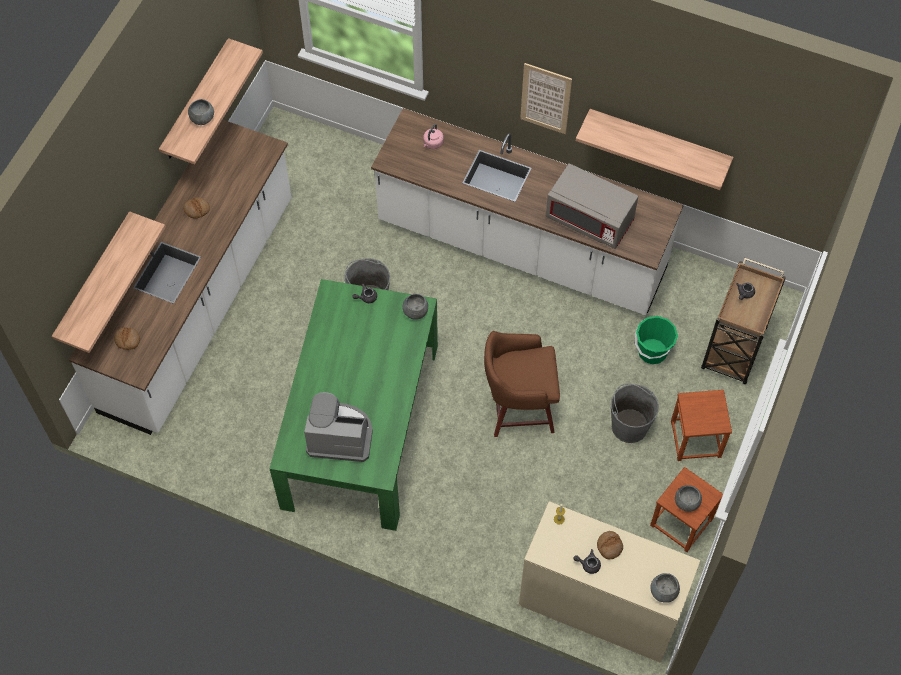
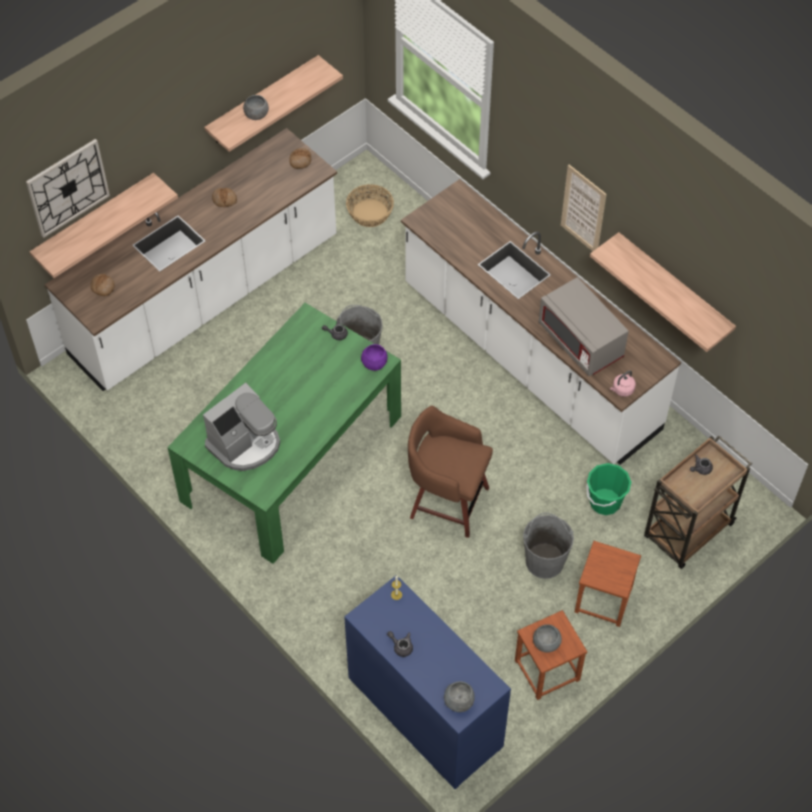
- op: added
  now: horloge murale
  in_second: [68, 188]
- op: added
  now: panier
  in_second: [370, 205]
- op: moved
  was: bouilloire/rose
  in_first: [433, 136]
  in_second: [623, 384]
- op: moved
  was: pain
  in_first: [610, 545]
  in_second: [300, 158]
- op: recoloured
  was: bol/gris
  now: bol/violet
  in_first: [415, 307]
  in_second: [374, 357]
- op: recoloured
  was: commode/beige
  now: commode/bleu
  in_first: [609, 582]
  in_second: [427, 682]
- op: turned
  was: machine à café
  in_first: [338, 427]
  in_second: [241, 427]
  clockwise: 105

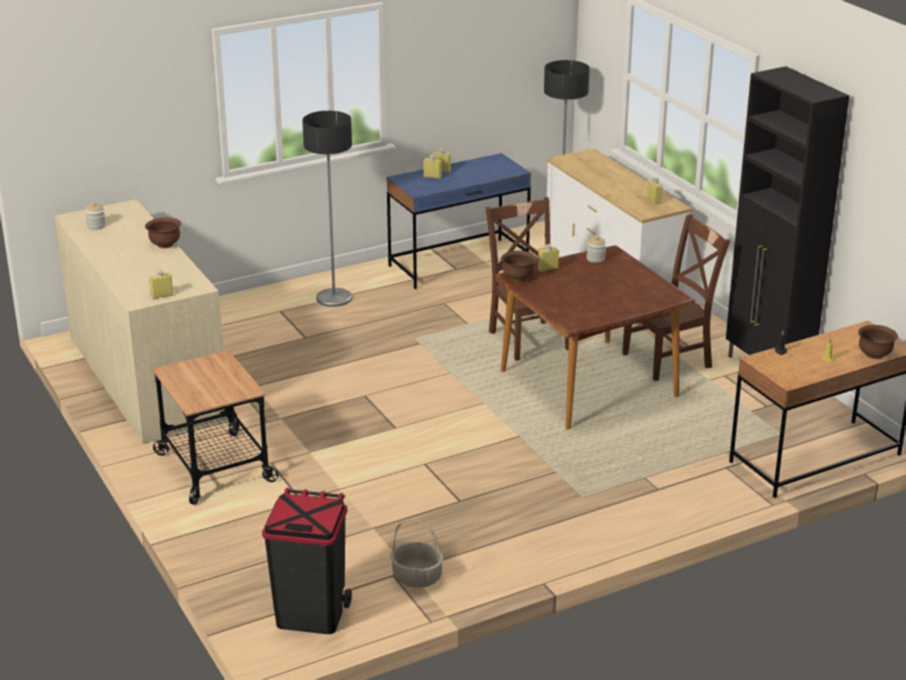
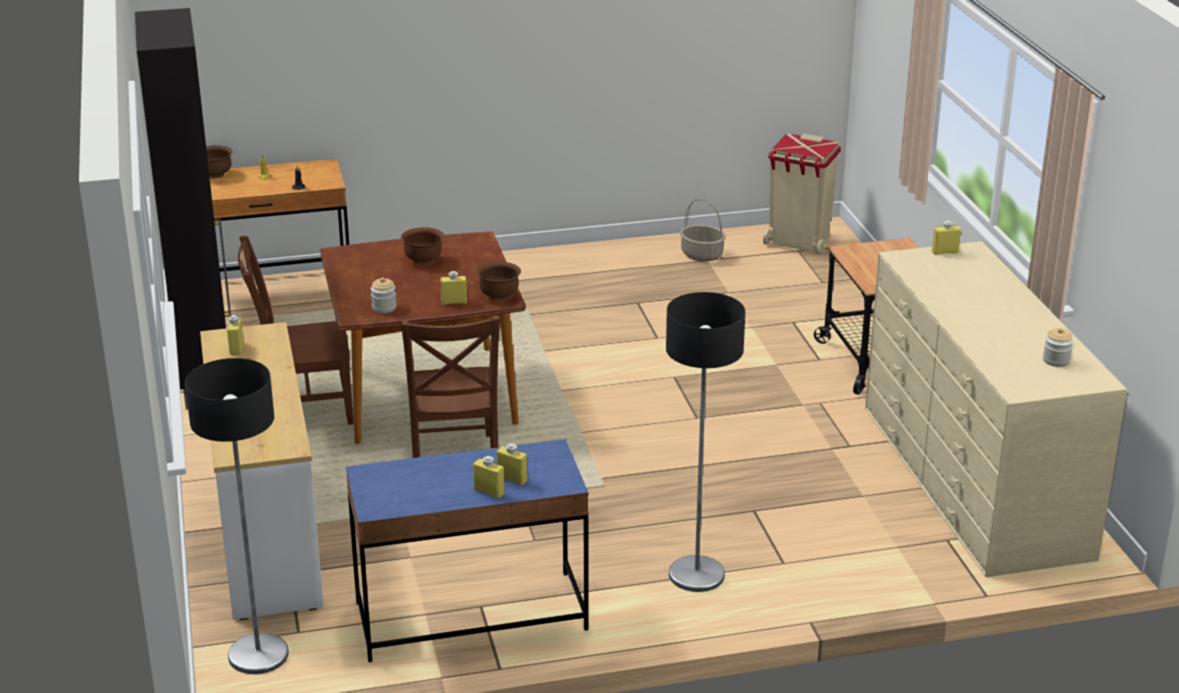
- op: moved
  was: bol/marron
  in_first: [163, 232]
  in_second: [422, 246]
- op: recoloured
  was: poubelle/noir
  now: poubelle/beige
  in_first: [307, 561]
  in_second: [802, 194]

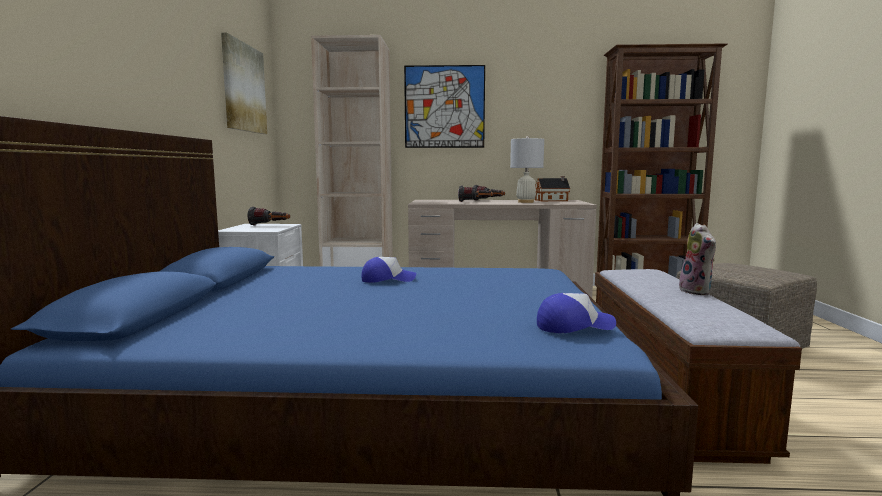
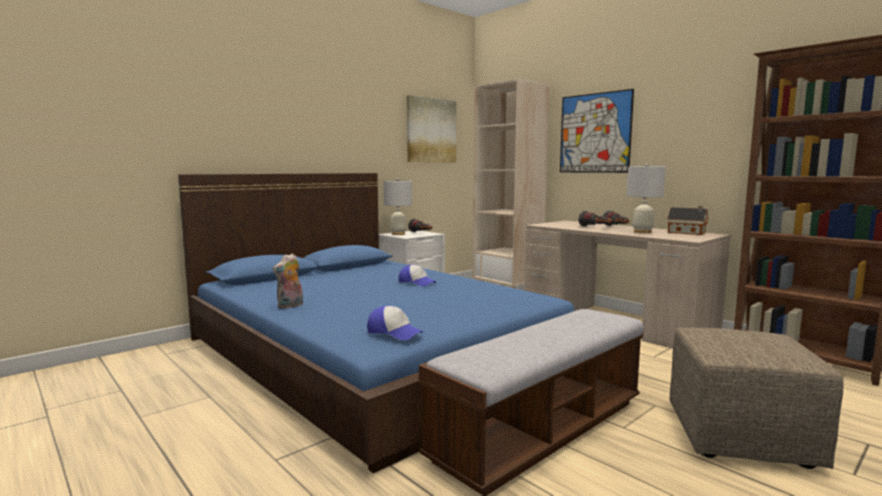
- op: added
  now: lampe de table/blanc
  in_second: [397, 206]
- op: moved
  was: peluche
  in_first: [697, 259]
  in_second: [288, 281]

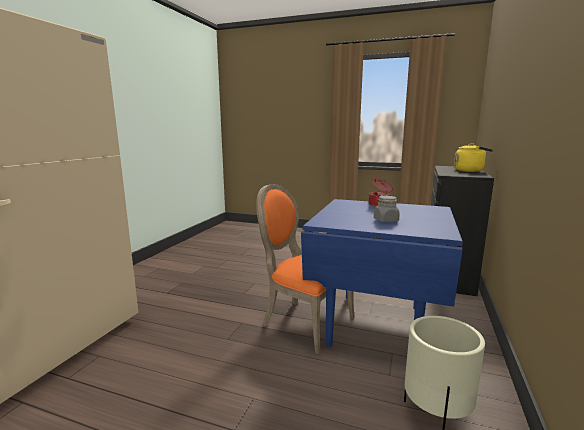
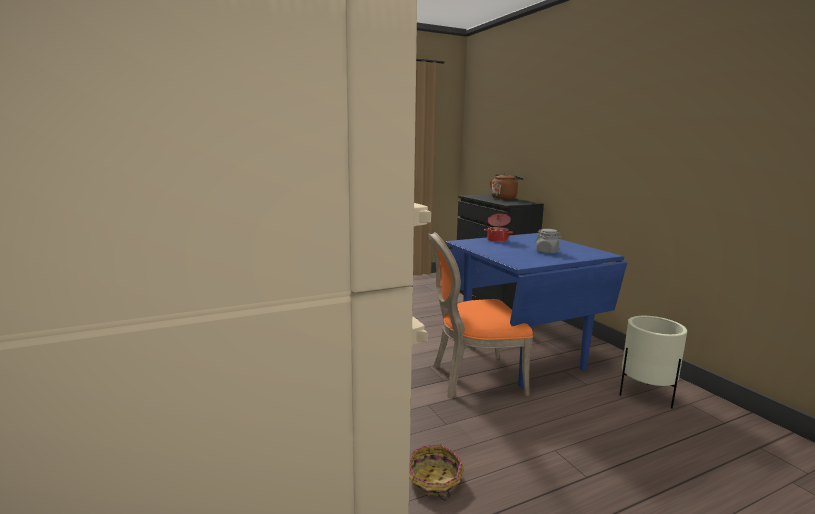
- op: added
  now: panier
  in_second: [436, 473]
- op: recoloured
  was: bouilloire/jaune
  now: bouilloire/marron
  in_first: [473, 157]
  in_second: [506, 186]

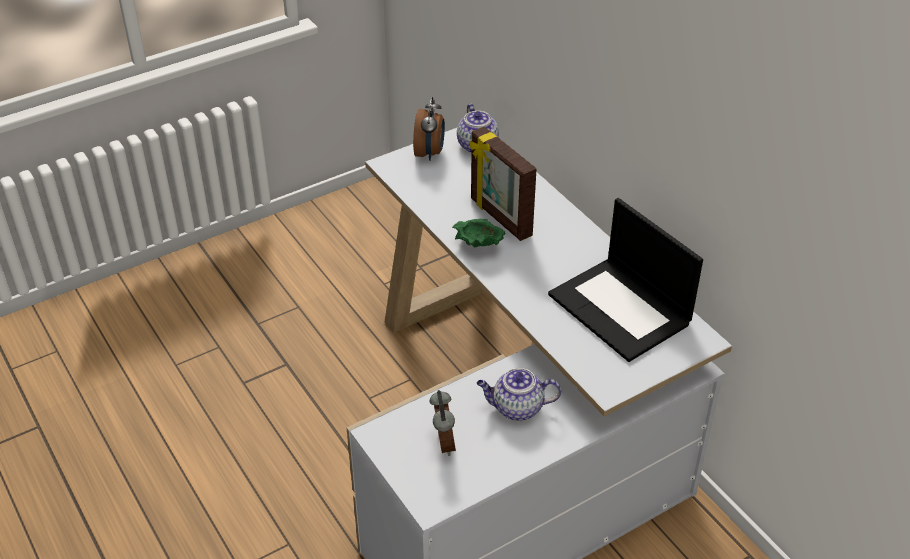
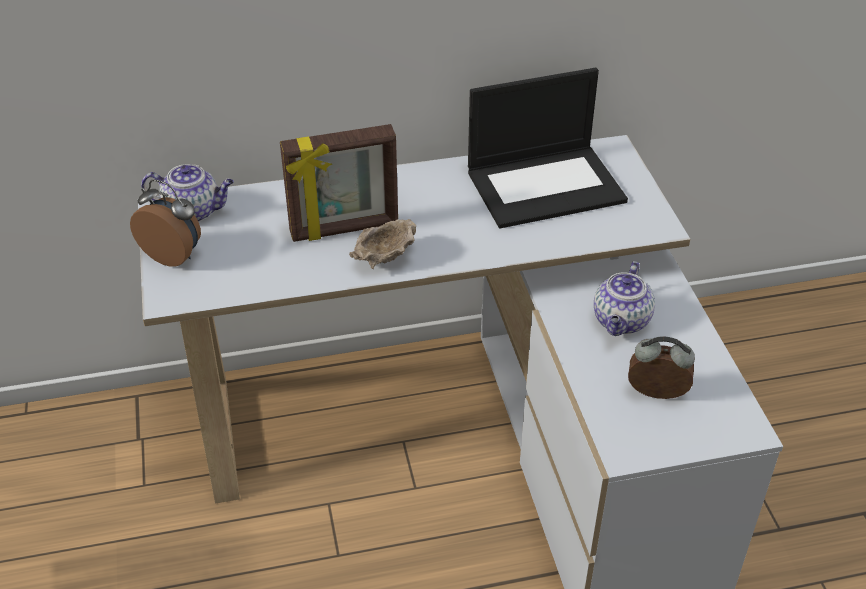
- op: recoloured
  was: bol/vert
  now: bol/beige
  in_first: [478, 233]
  in_second: [383, 244]

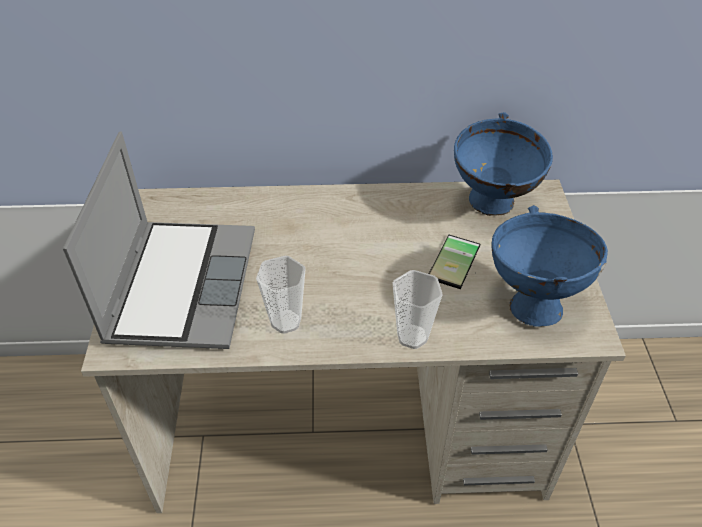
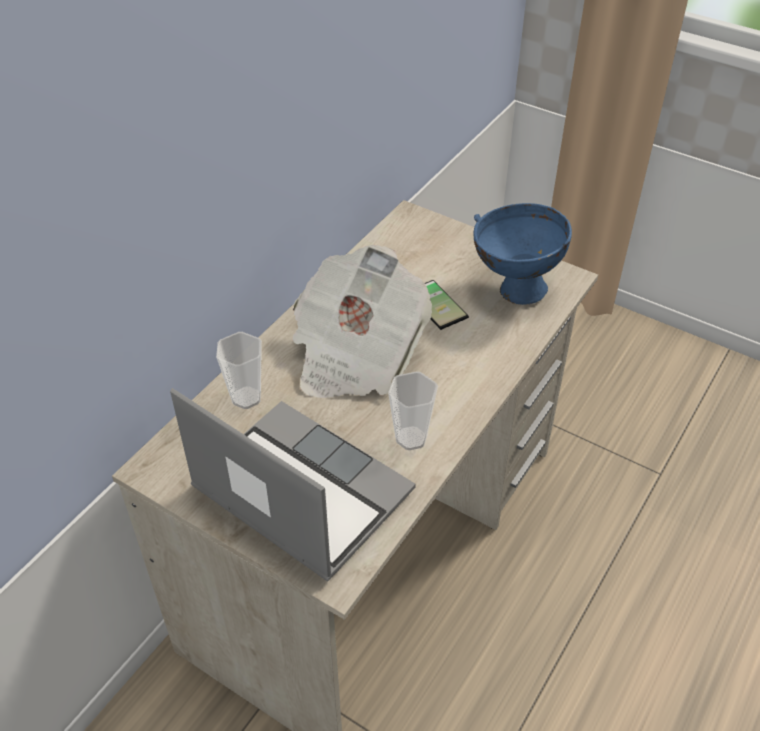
- op: removed
  was: bol/bleu
  in_first: [503, 164]
- op: added
  now: journal
  in_second: [362, 321]
- op: moved
  was: tasse
  in_first: [418, 309]
  in_second: [239, 370]

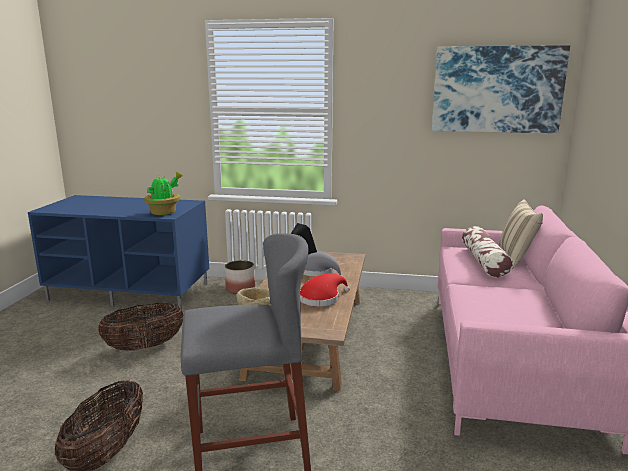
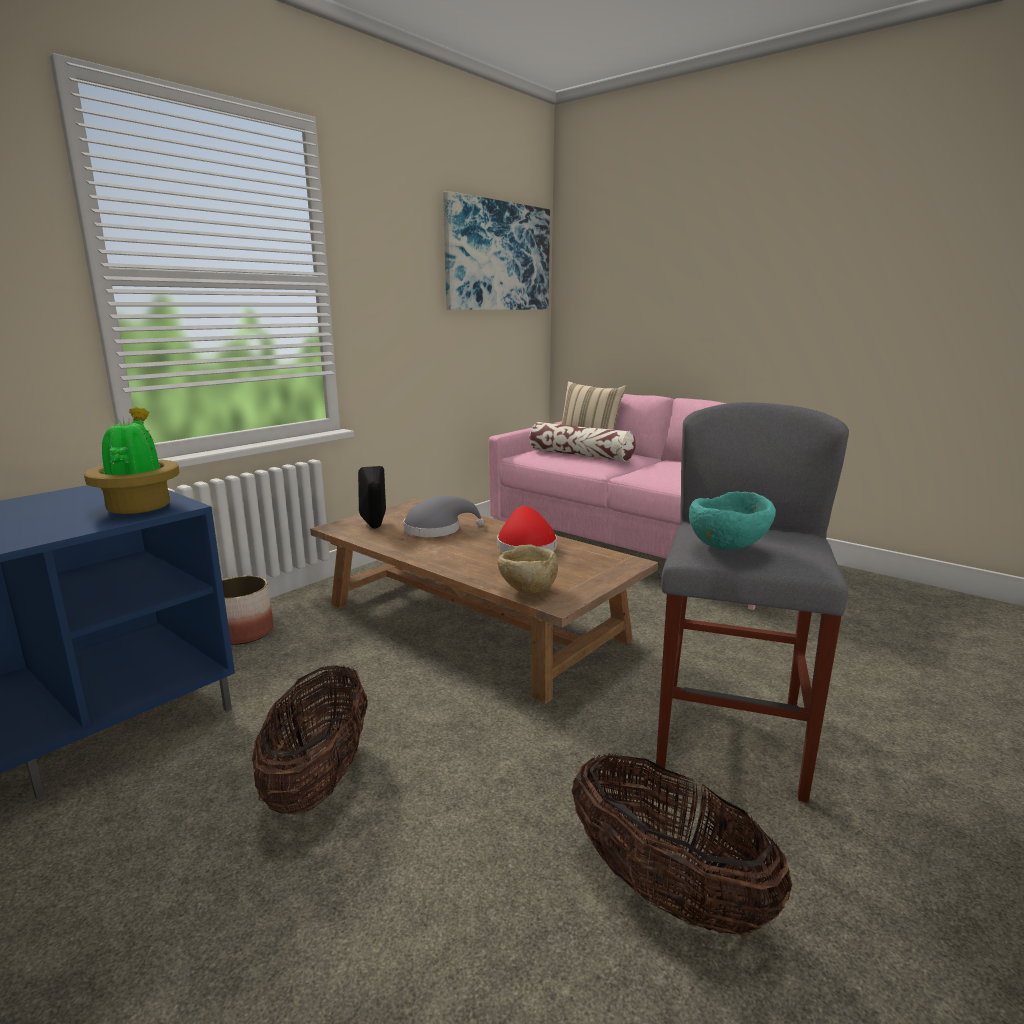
- op: added
  now: bol/turquoise
  in_second: [732, 520]

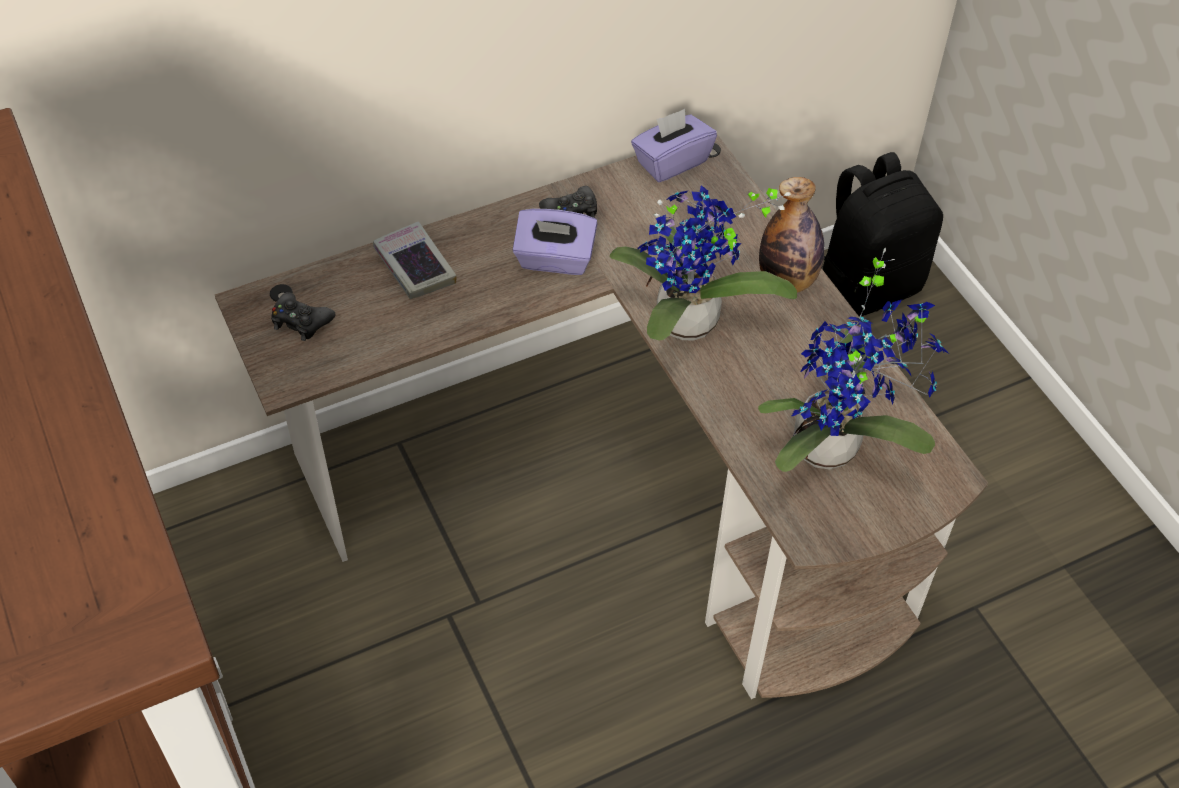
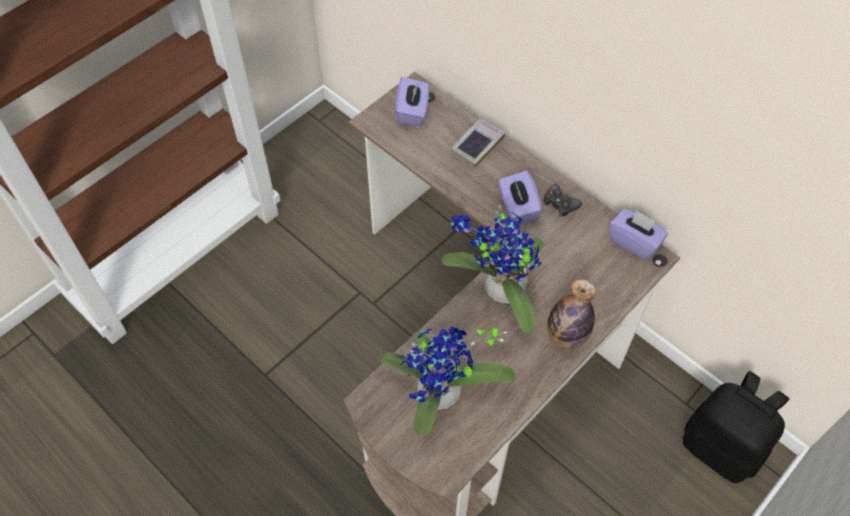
- op: replaced
  was: manette/noir
  now: boîte à mouchoirs/violet
  in_first: [303, 316]
  in_second: [412, 101]

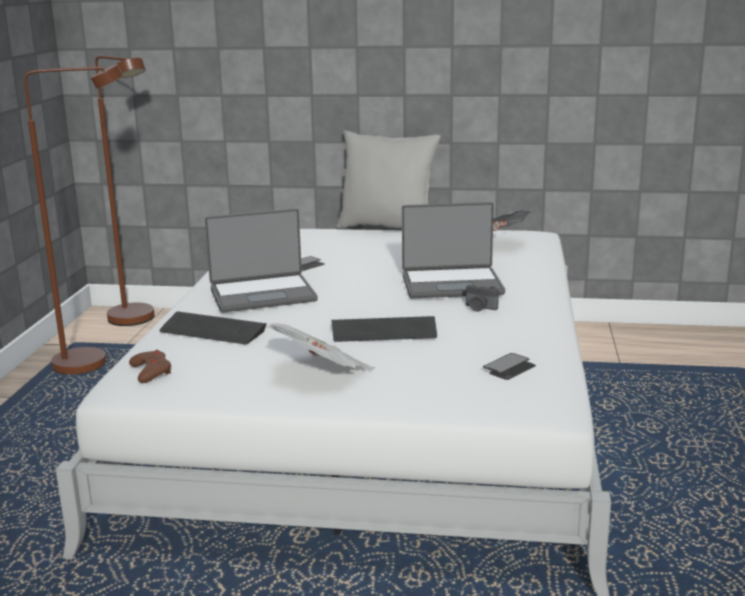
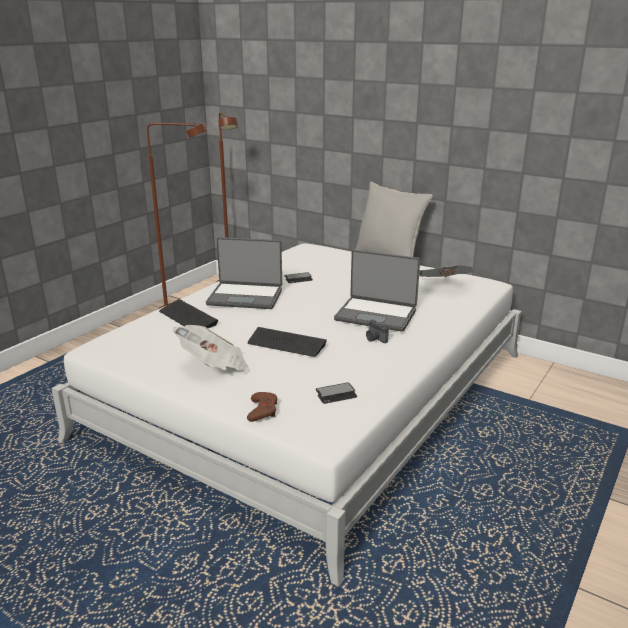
- op: moved
  was: manette/marron
  in_first: [150, 366]
  in_second: [262, 407]

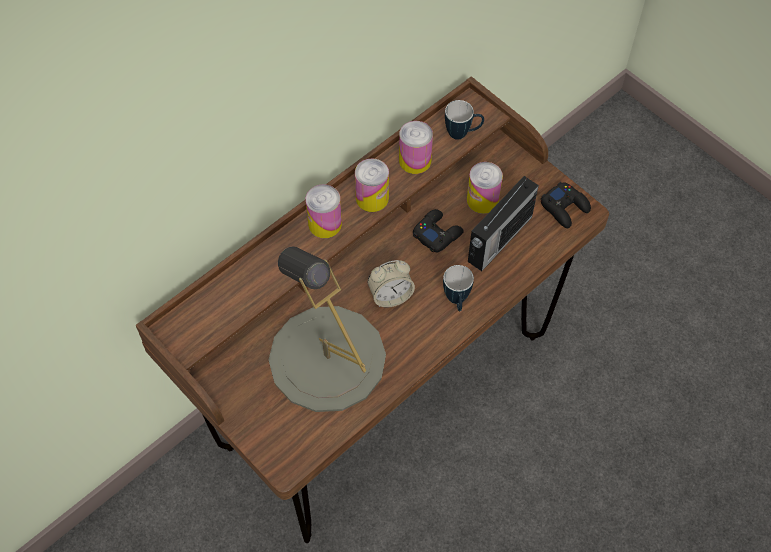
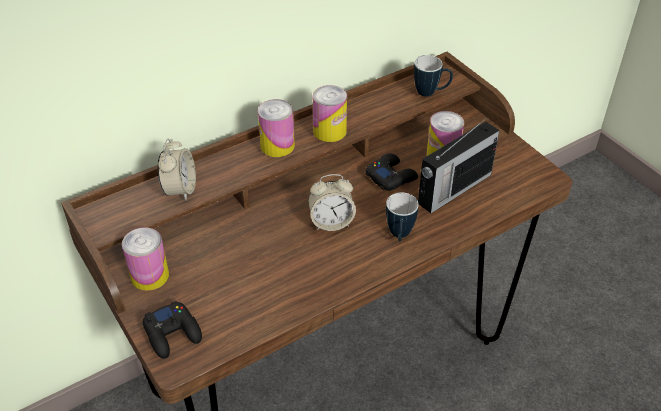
- op: removed
  was: lampe de table/gris
  in_first: [327, 329]
- op: added
  now: réveil
  in_second: [177, 169]
- op: moved
  was: boîte métallique
  in_first: [416, 147]
  in_second: [145, 259]
- op: moved
  was: manette/noir
  in_first: [566, 205]
  in_second: [172, 330]

